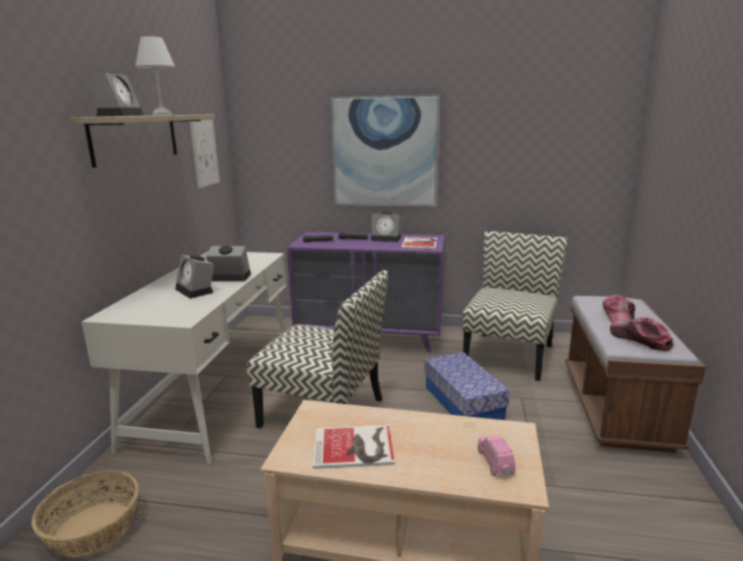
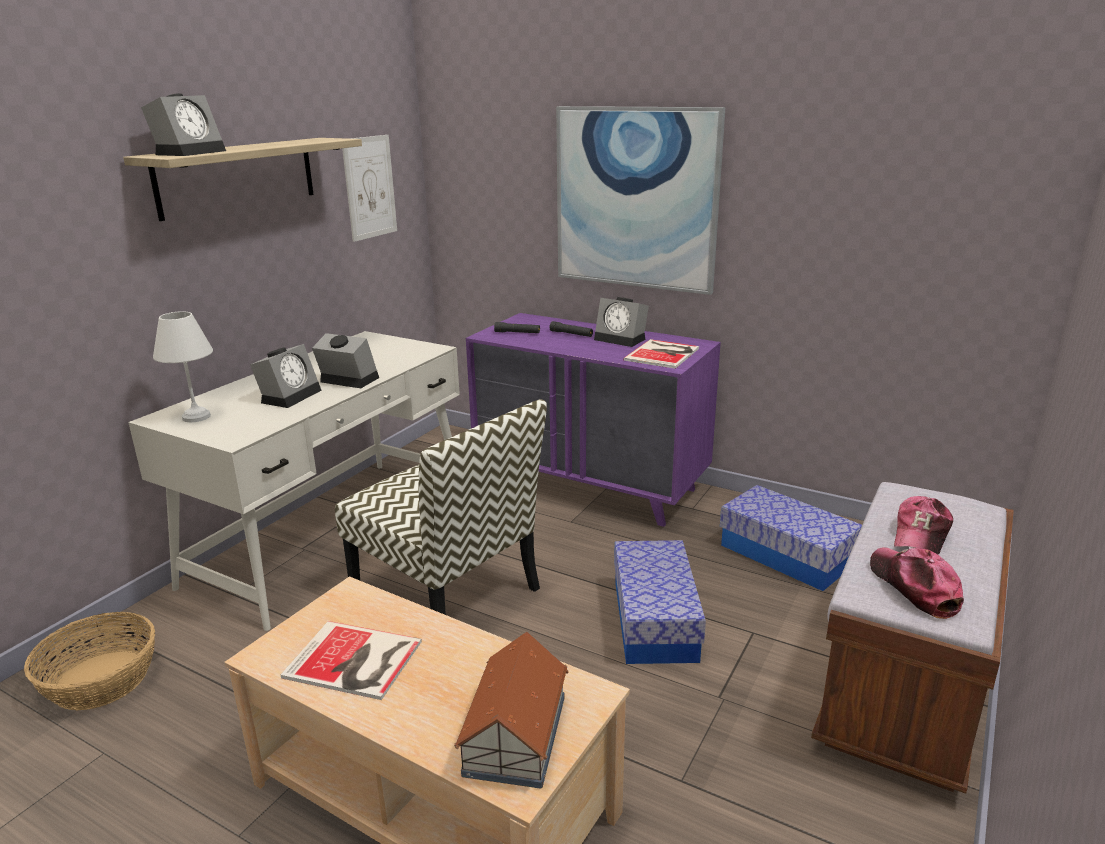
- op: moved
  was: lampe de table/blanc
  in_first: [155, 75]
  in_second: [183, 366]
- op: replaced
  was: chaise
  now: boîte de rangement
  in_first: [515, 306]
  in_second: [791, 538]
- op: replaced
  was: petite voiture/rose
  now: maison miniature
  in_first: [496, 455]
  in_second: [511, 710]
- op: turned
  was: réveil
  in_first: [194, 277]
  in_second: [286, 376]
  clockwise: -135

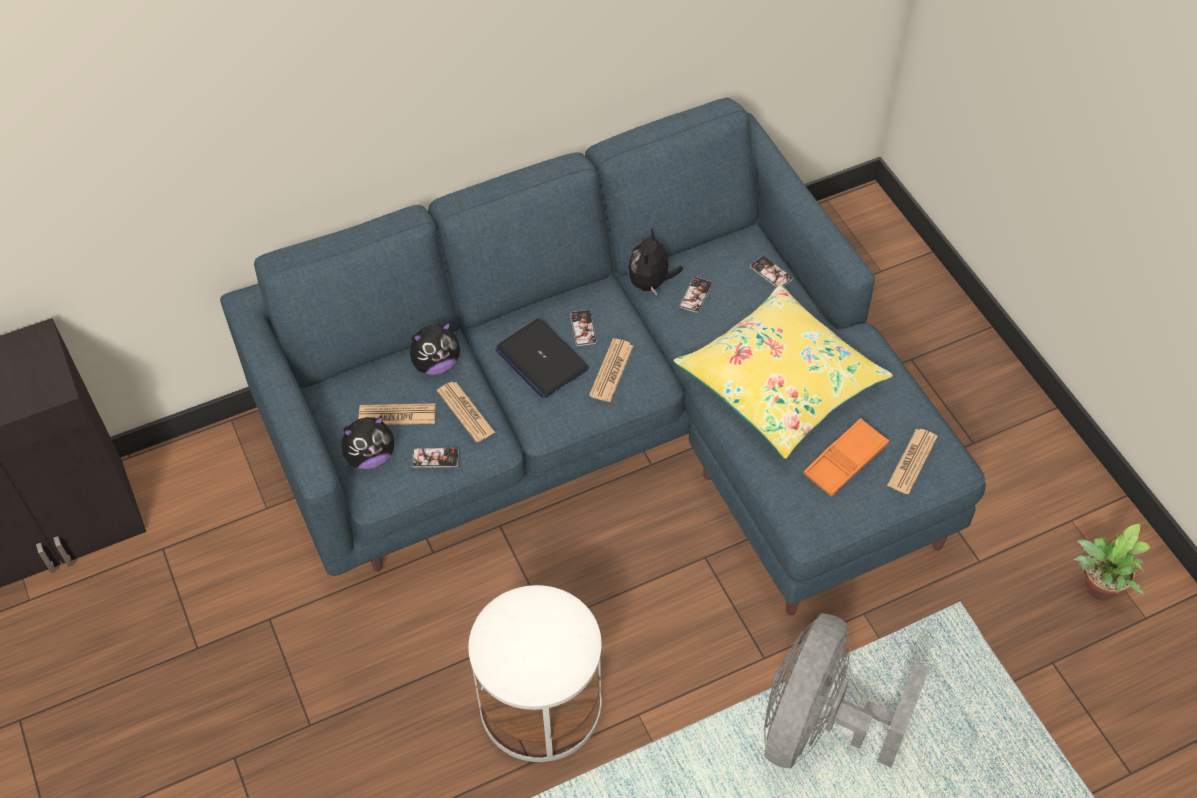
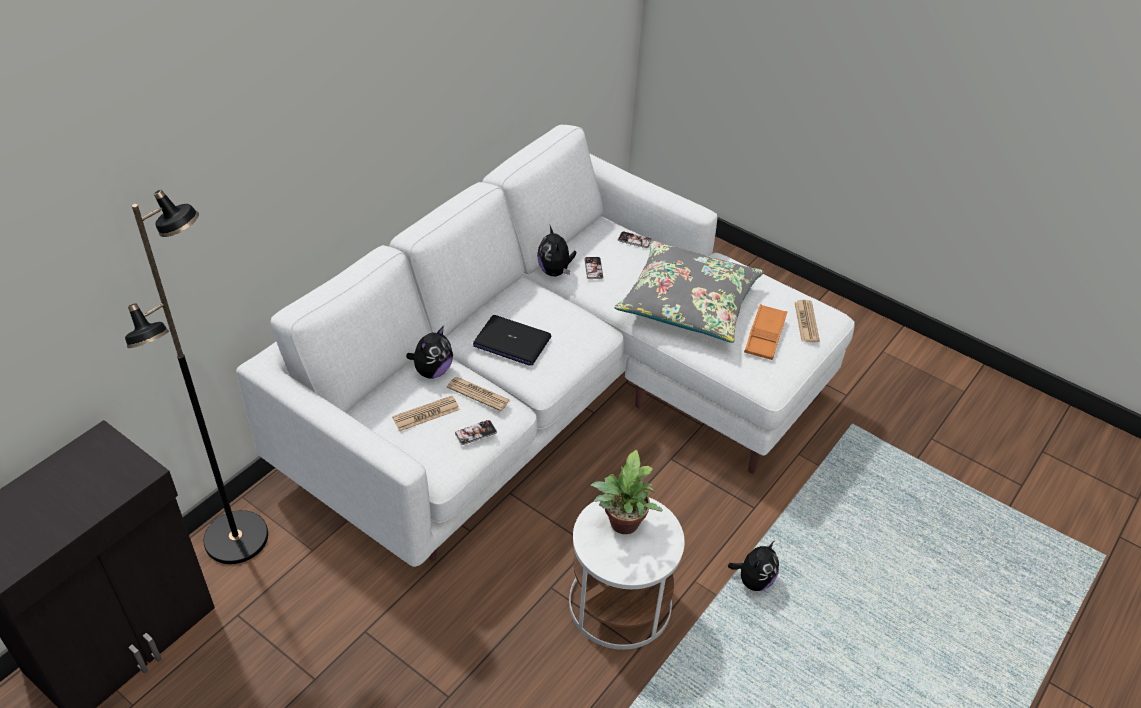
- op: removed
  was: téléphone
  in_first: [583, 328]
- op: removed
  was: journal
  in_first: [611, 370]
- op: removed
  was: ventilateur/gris
  in_first: [847, 690]
- op: added
  now: lampadaire/noir
  in_second: [196, 376]
- op: moved
  was: peluche
  in_first: [368, 442]
  in_second: [753, 566]
- op: moved
  was: plante en pot
  in_first: [1112, 562]
  in_second: [626, 492]
- op: recoloured
  was: canapé/bleu
  now: canapé/blanc
  in_first: [603, 357]
  in_second: [545, 345]
- op: recoloured
  was: coussin/jaune
  now: coussin/gris
  in_first: [783, 372]
  in_second: [689, 292]

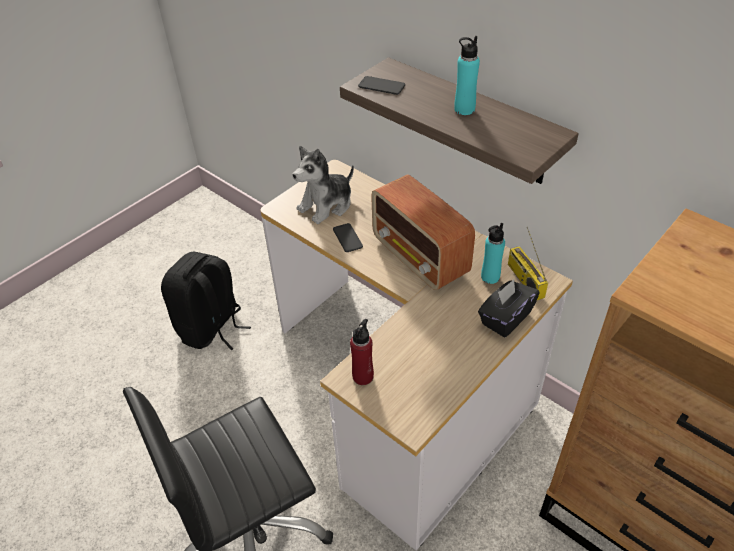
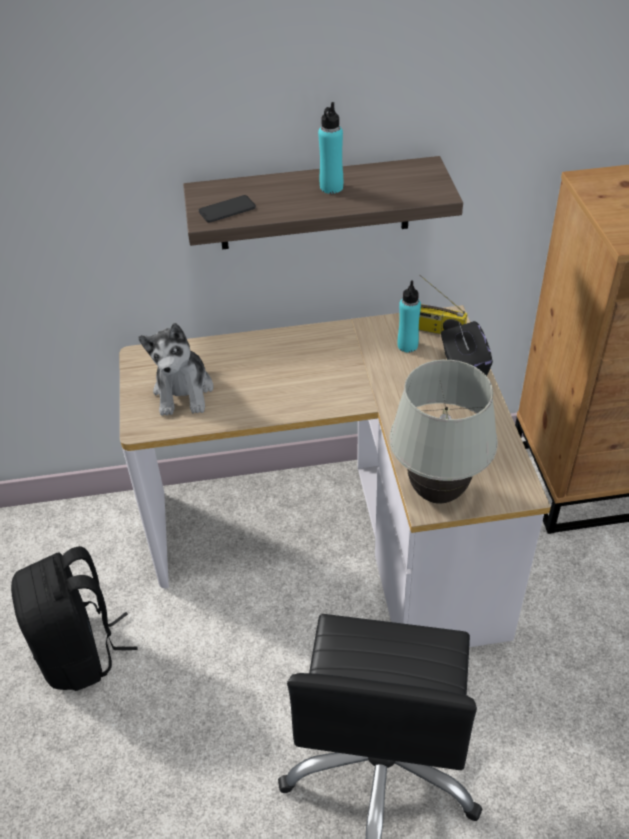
- op: removed
  was: téléphone
  in_first: [348, 237]
- op: removed
  was: radio
  in_first: [423, 232]
- op: replaced
  was: bouteille/rouge
  now: lampe de table/blanc
  in_first: [362, 352]
  in_second: [444, 432]

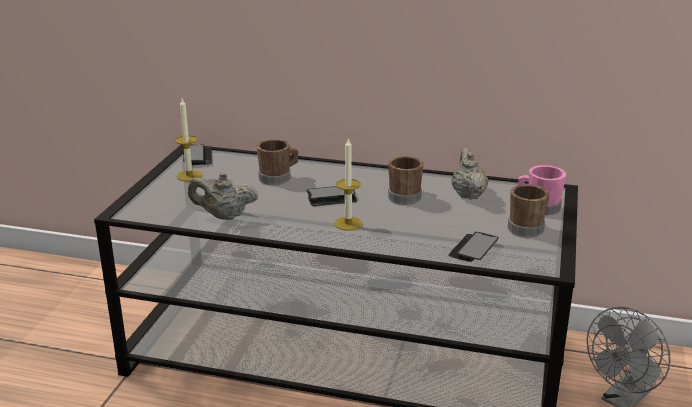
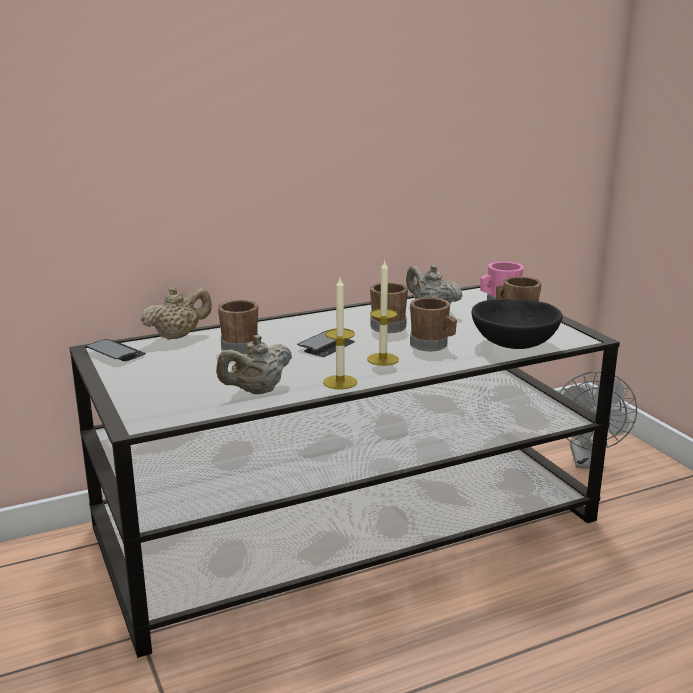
- op: added
  now: théière/beige
  in_second: [176, 313]
- op: added
  now: mug/marron
  in_second: [433, 324]
- op: moved
  was: bougie
  in_first: [188, 140]
  in_second: [340, 333]
- op: replaced
  was: téléphone
  now: bol/noir
  in_first: [473, 247]
  in_second: [517, 324]

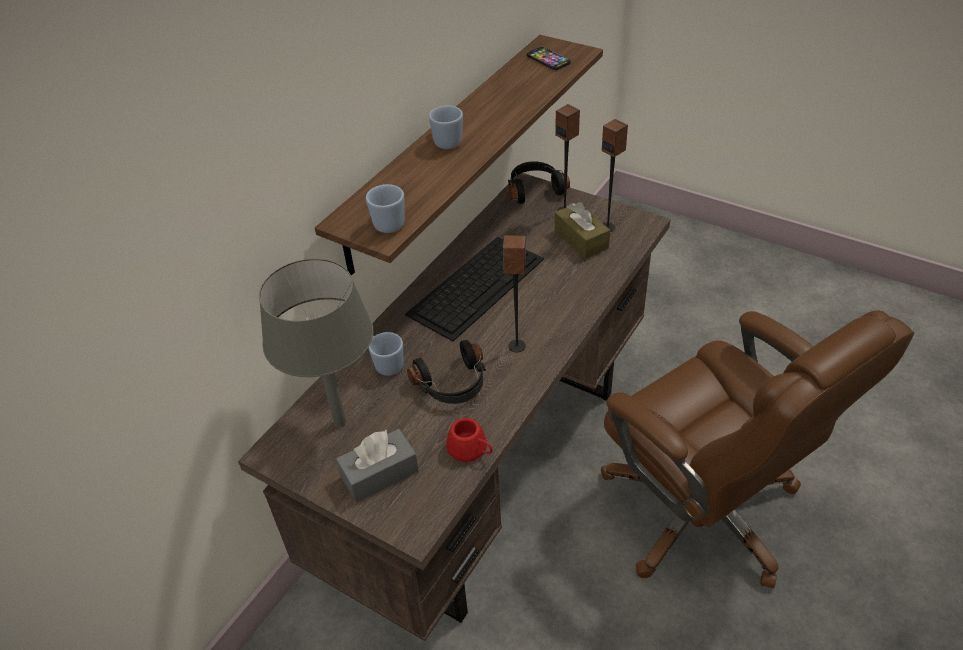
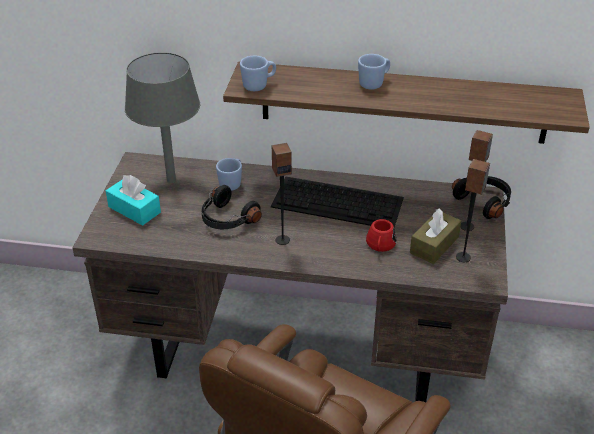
- op: removed
  was: téléphone
  in_first: [549, 58]
- op: moved
  was: mug/rouge
  in_first: [469, 440]
  in_second: [381, 235]
- op: recoloured
  was: boîte à mouchoirs/gris
  now: boîte à mouchoirs/turquoise
  in_first: [377, 466]
  in_second: [133, 200]

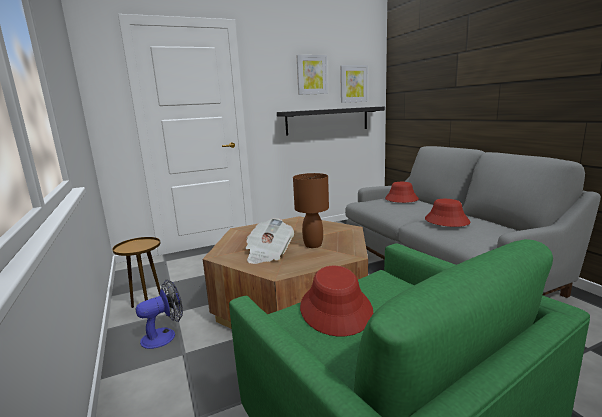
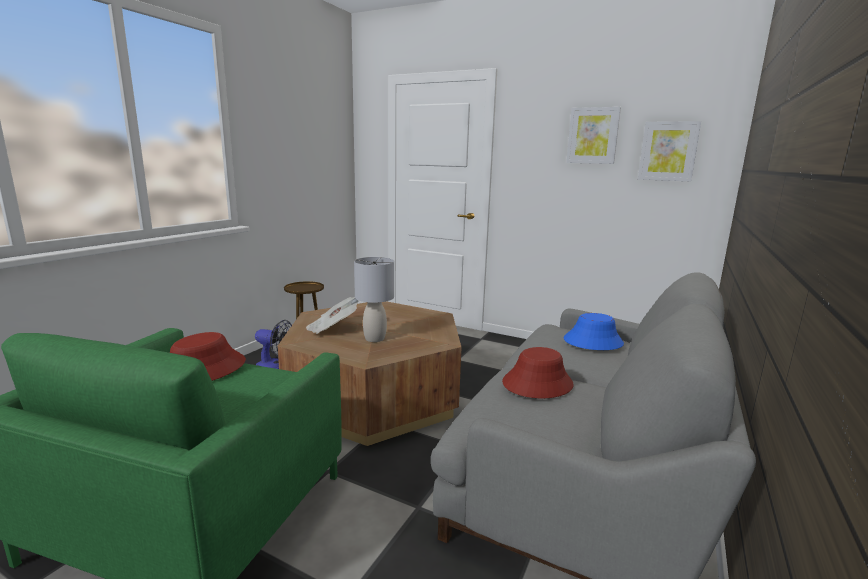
- op: removed
  was: étagère/noir
  in_first: [331, 121]
- op: recoloured
  was: lampe de table/marron
  now: lampe de table/gris
  in_first: [311, 210]
  in_second: [374, 299]
- op: recoloured
  was: chapeau/rouge
  now: chapeau/bleu
  in_first: [402, 192]
  in_second: [594, 331]

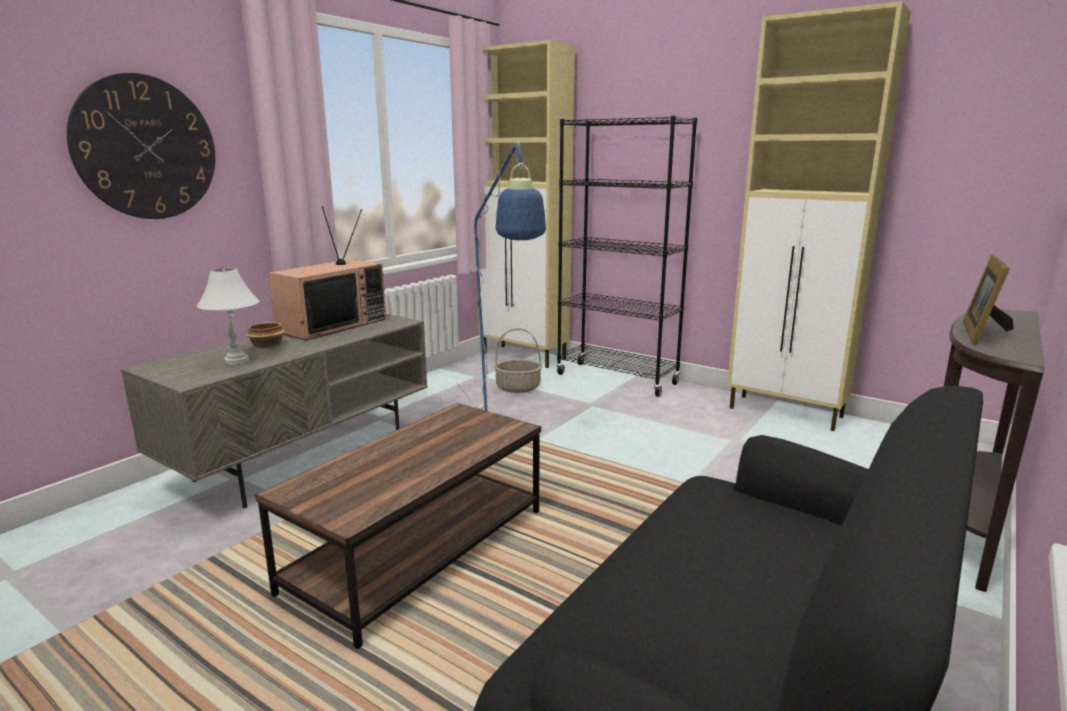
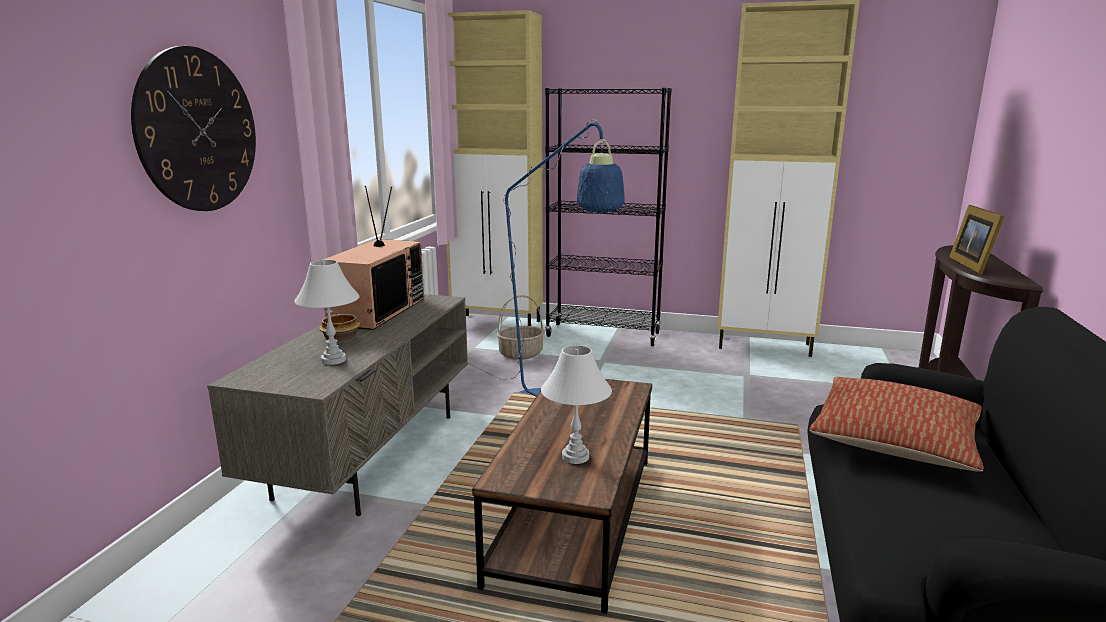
- op: added
  now: lampe de table/blanc
  in_second: [576, 404]
- op: added
  now: coussin
  in_second: [896, 424]

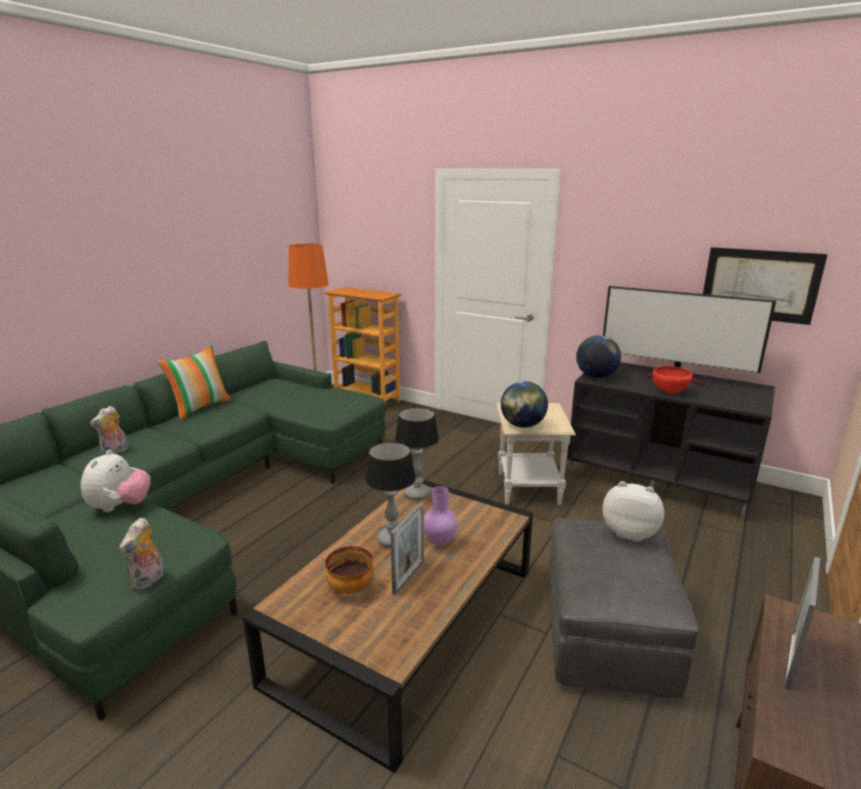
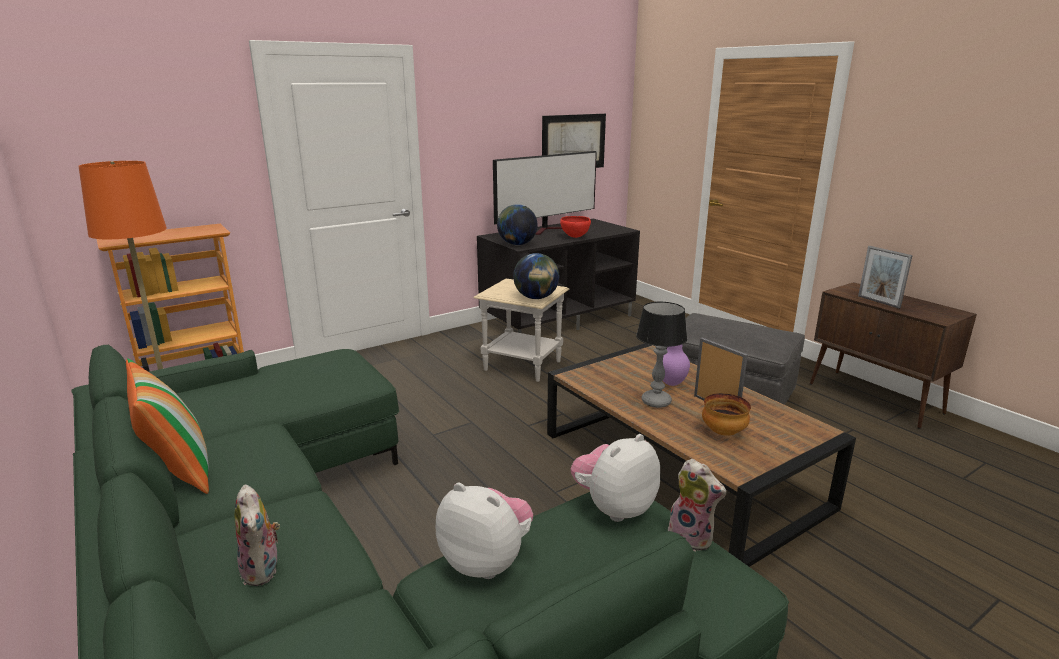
- op: removed
  was: lampe de table
  in_first: [417, 453]
- op: moved
  was: peluche
  in_first: [633, 511]
  in_second: [615, 478]

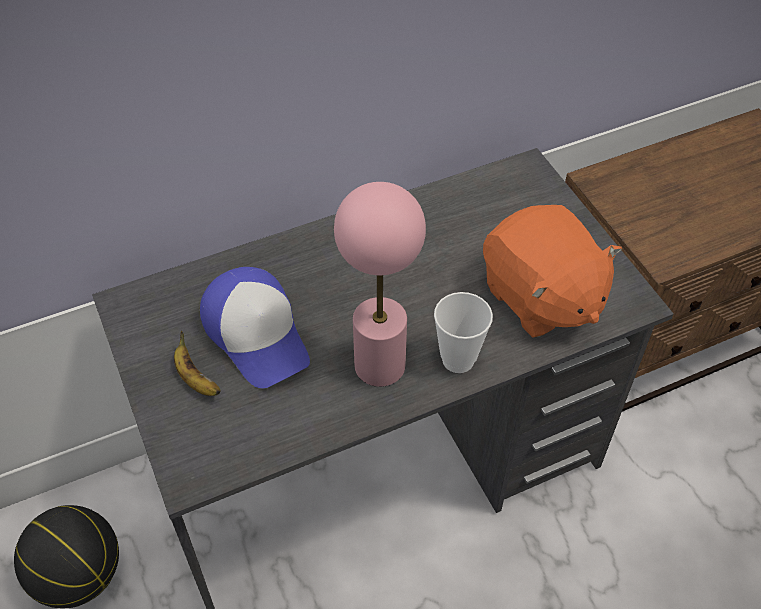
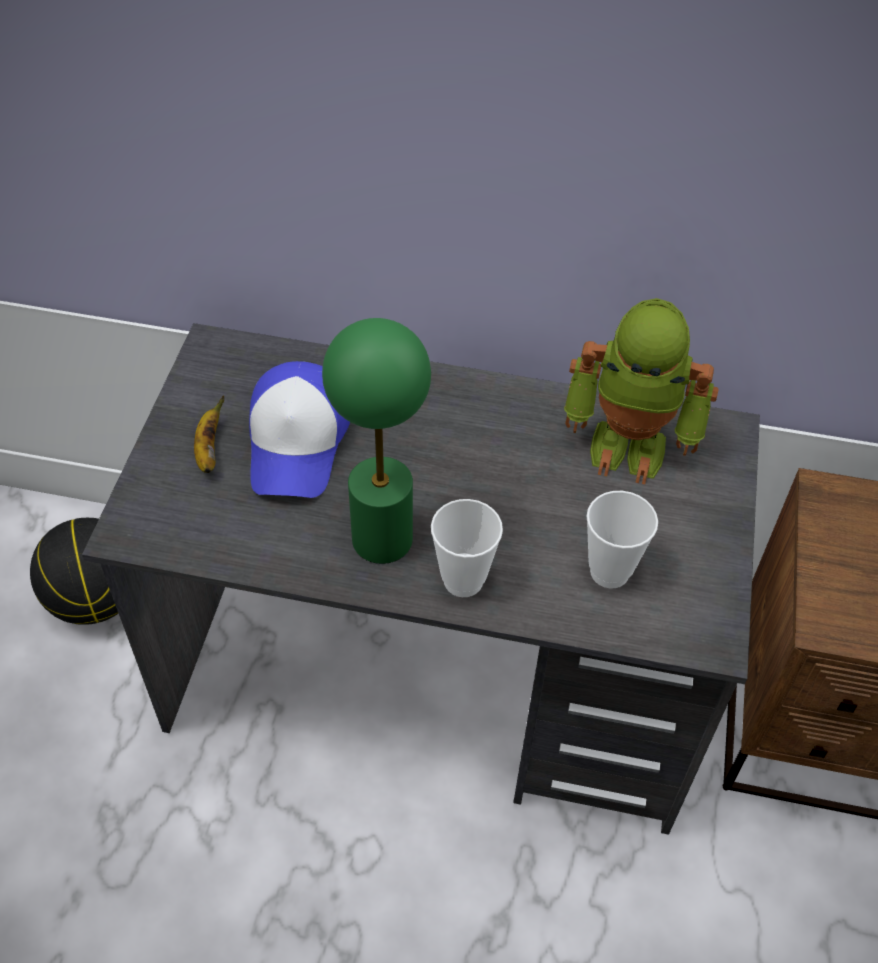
- op: added
  now: robot jouet
  in_second: [641, 391]
- op: replaced
  was: peluche/orange
  now: tasse
  in_first: [552, 271]
  in_second: [622, 539]
- op: recoloured
  was: lampe de table/rose
  now: lampe de table/vert
  in_first: [380, 284]
  in_second: [376, 441]

